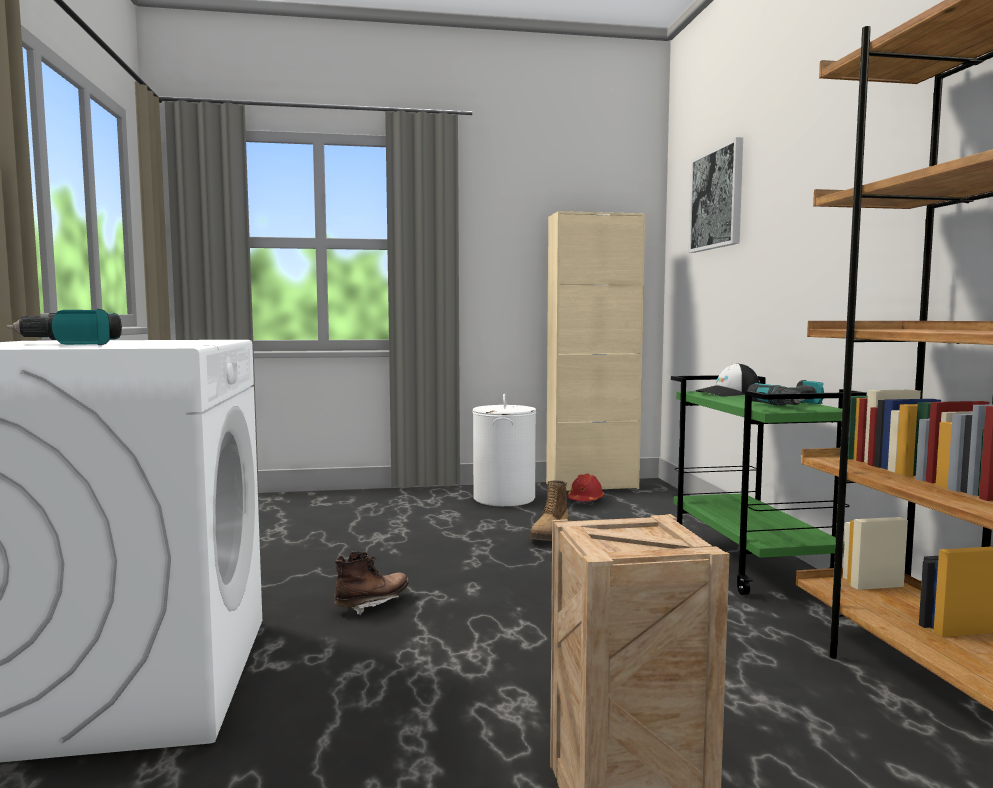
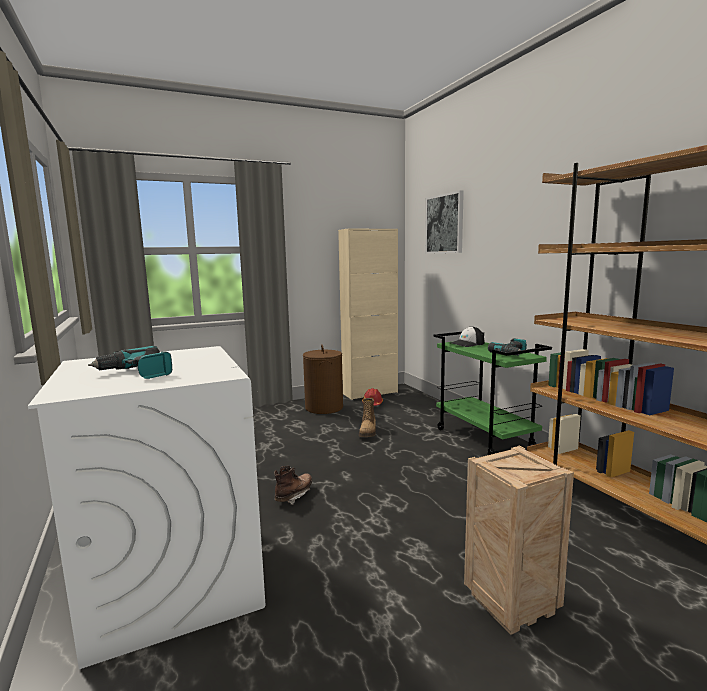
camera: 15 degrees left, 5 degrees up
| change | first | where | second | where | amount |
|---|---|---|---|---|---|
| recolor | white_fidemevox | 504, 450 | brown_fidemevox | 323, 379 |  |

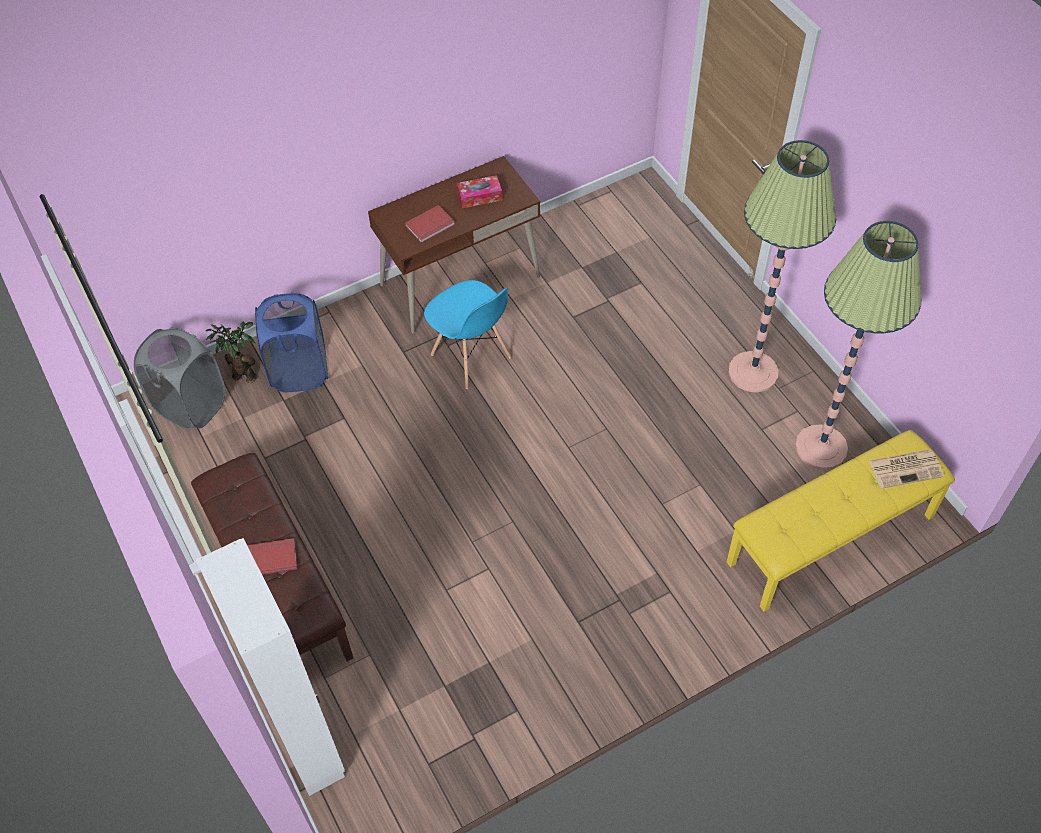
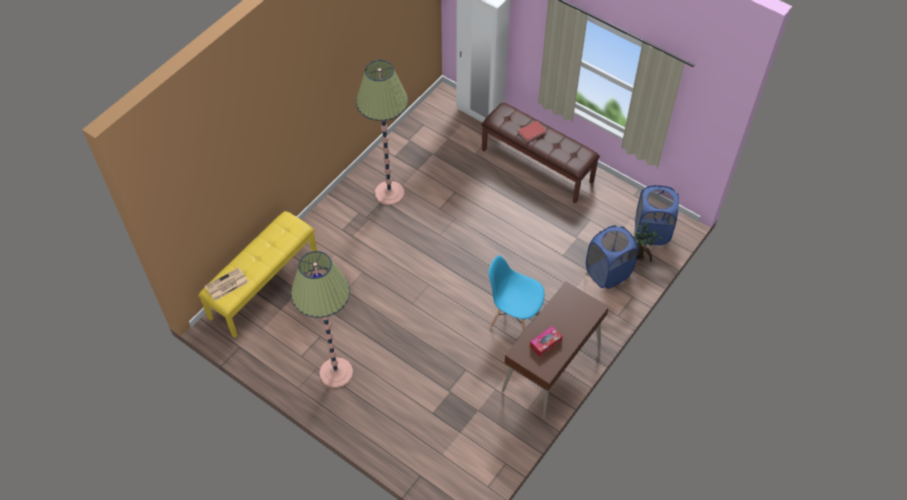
camera: 155 degrees right, 0 degrees up
| change | first | where | second | where | amount |
|---|---|---|---|---|---|
| delete | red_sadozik | 430, 224 |  |  |  |
| move | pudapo | 858, 345 |  | 382, 132 |  |
| recolor | grey_fidemevox | 179, 378 | blue_fidemevox | 657, 215 |  |

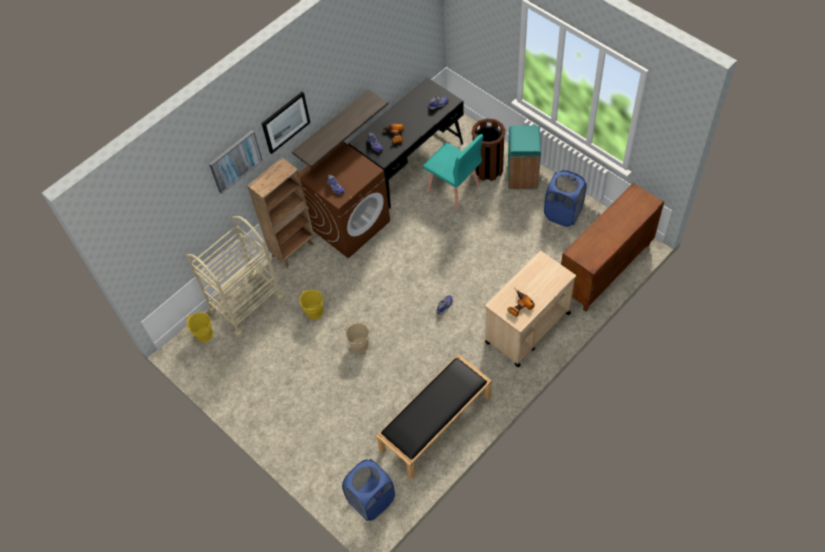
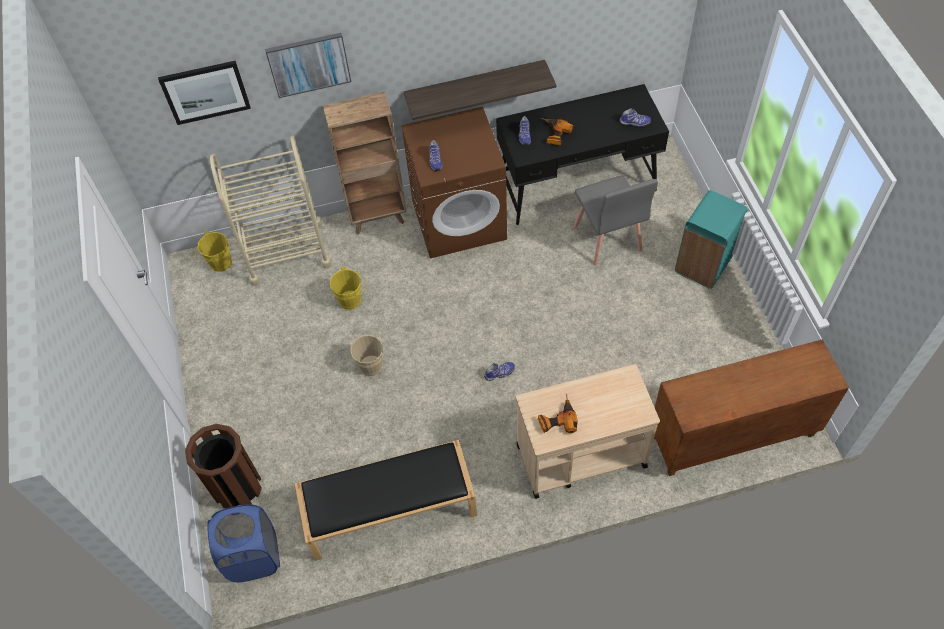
camera: 30 degrees right, 0 degrees up
| change | first | where | second | where | amount |
|---|---|---|---|---|---|
| delete | blue_fidemevox | 565, 198 |  |  |  |
| move | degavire | 285, 123 |  | 204, 93 |  |
| move | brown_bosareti | 488, 149 |  | 223, 466 |  |
| recolor | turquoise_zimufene | 453, 172 | grey_zimufene | 616, 221 |  |

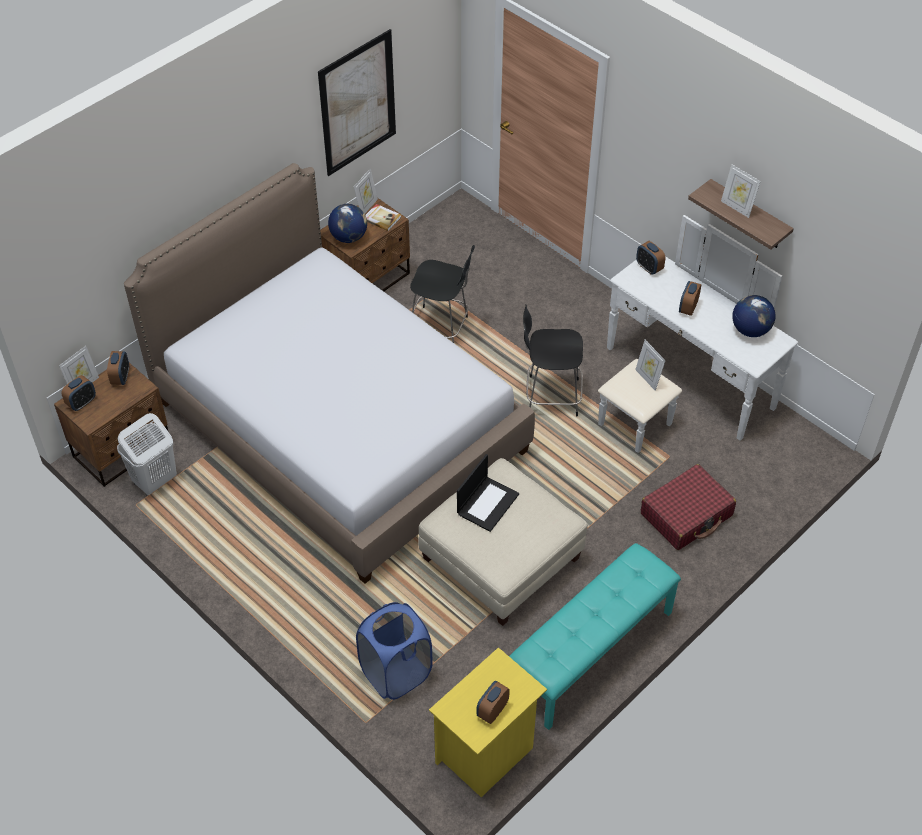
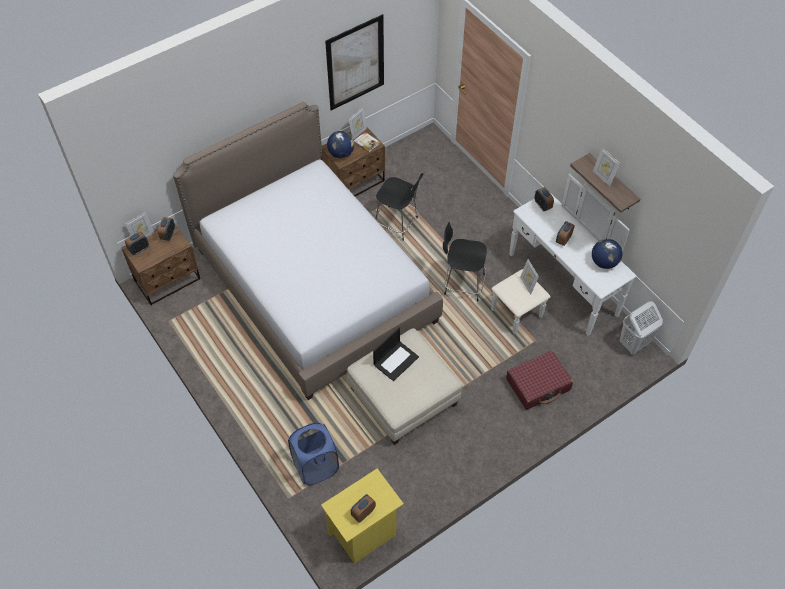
camera: 10 degrees right, 5 degrees up
| change | first | where | second | where | amount |
|---|---|---|---|---|---|
| delete | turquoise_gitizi | 595, 636 |  |  |  |
| move | white_fidemevox | 147, 454 |  | 641, 327 |  |

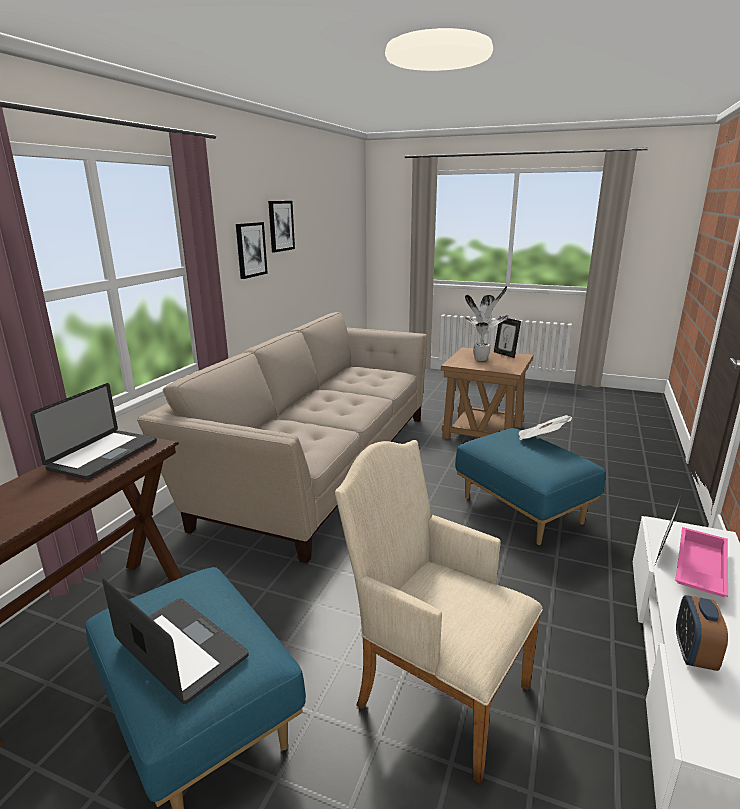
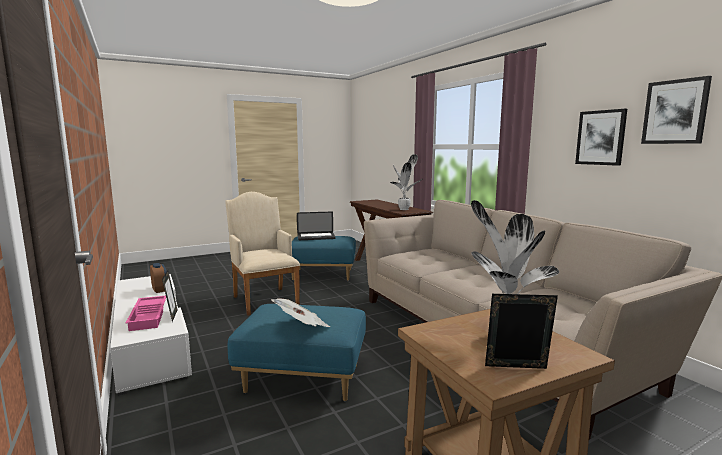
camera: 130 degrees right, 10 degrees down
| change | first | where | second | where | amount |
|---|---|---|---|---|---|
| replace | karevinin | 93, 431 | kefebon | 406, 182 |  |
| rotate | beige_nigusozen | 439, 612 |  | 262, 254 | 105 degrees counterclockwise |

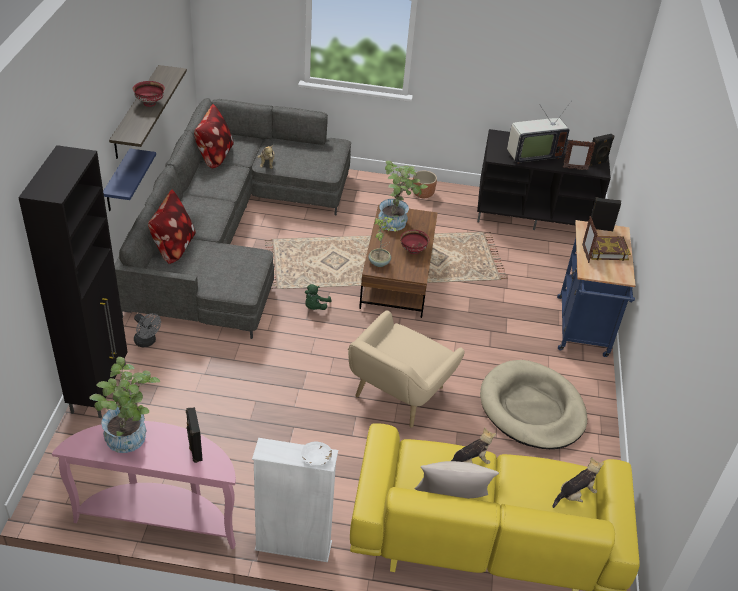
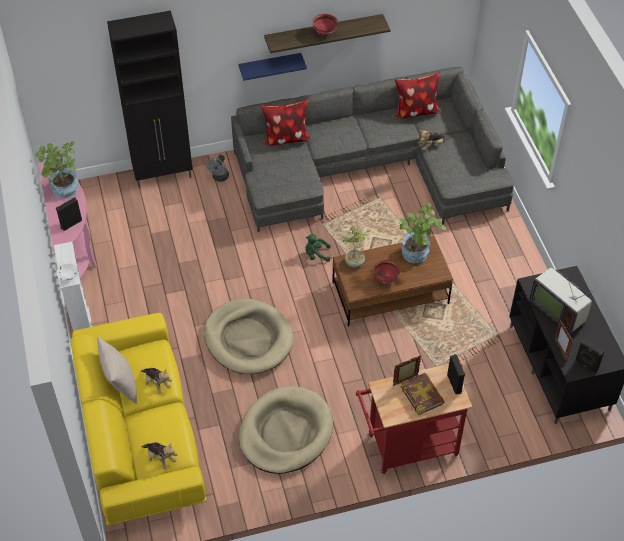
camera: 70 degrees right, 10 degrees up
| change | first | where | second | where | amount |
|---|---|---|---|---|---|
| delete | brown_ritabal | 425, 184 |  |  |  |
| replace | beige_nigusozen | 406, 369 | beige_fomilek | 249, 336 |  |
| recolor | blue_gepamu | 596, 288 | red_gepamu | 414, 419 |  |

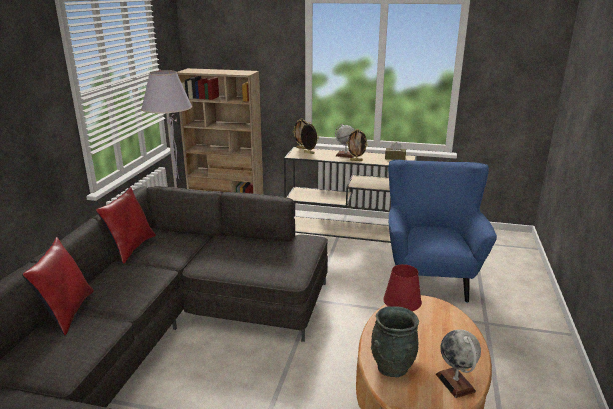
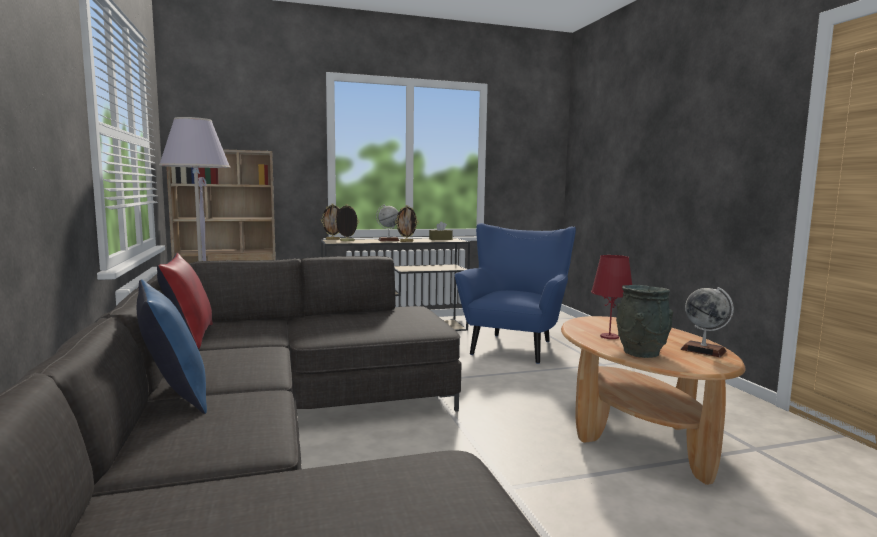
camera: 30 degrees left, 15 degrees down
| change | first | where | second | where | amount |
|---|---|---|---|---|---|
| recolor | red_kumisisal | 58, 286 | blue_kumisisal | 172, 346 |  |
| rotate | blue_nigusozen | 442, 231 |  | 515, 293 | 45 degrees clockwise |

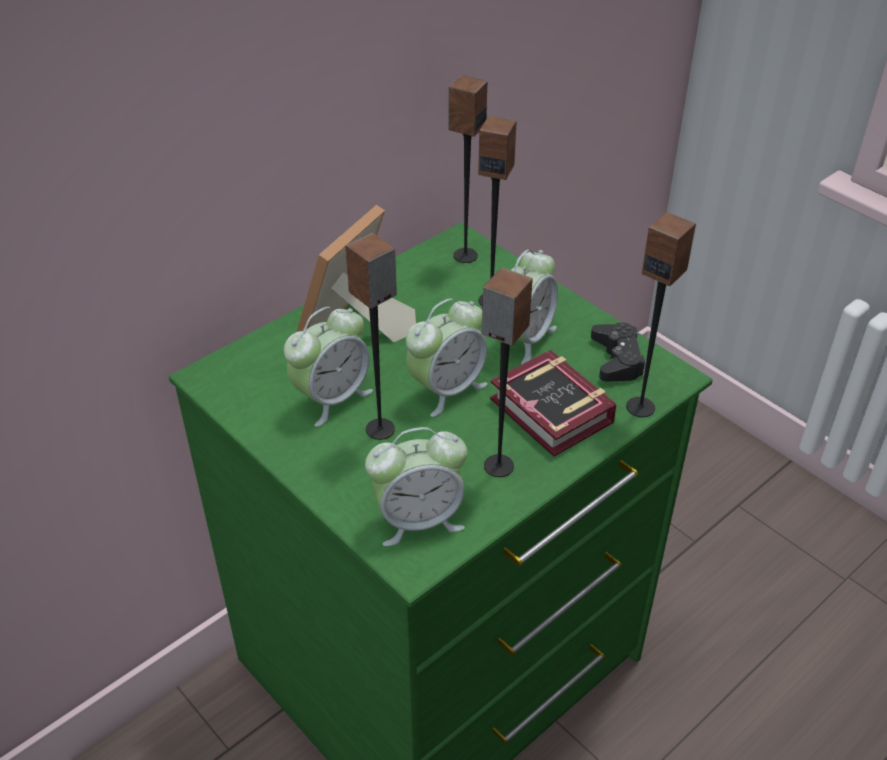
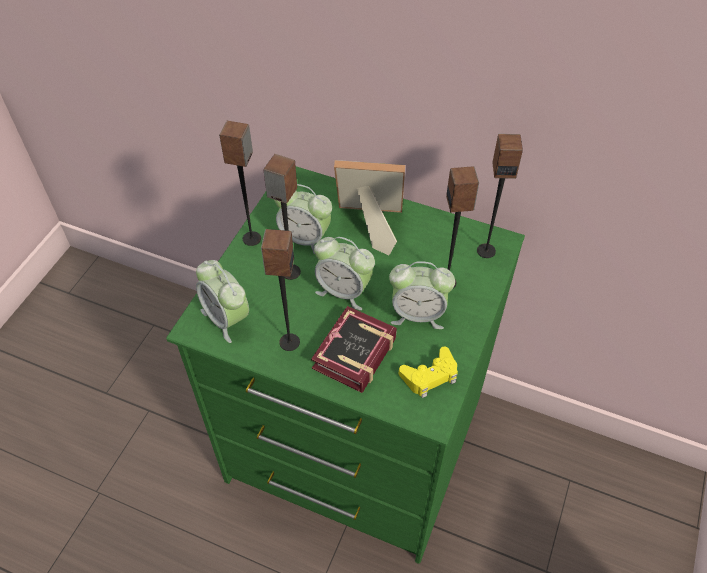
camera: 65 degrees right, 10 degrees up
| change | first | where | second | where | amount |
|---|---|---|---|---|---|
| move | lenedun | 661, 314 |  | 240, 183 |  |
| recolor | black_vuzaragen | 618, 351 | yellow_vuzaragen | 428, 372 |  |

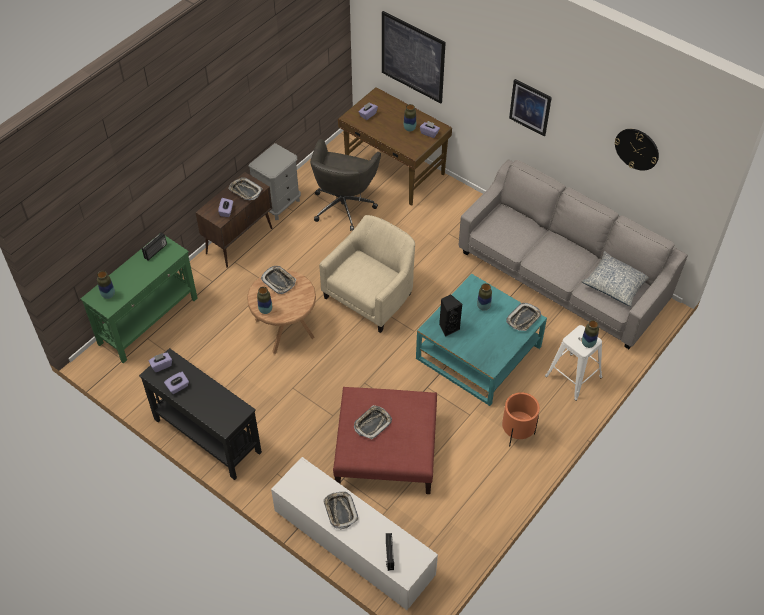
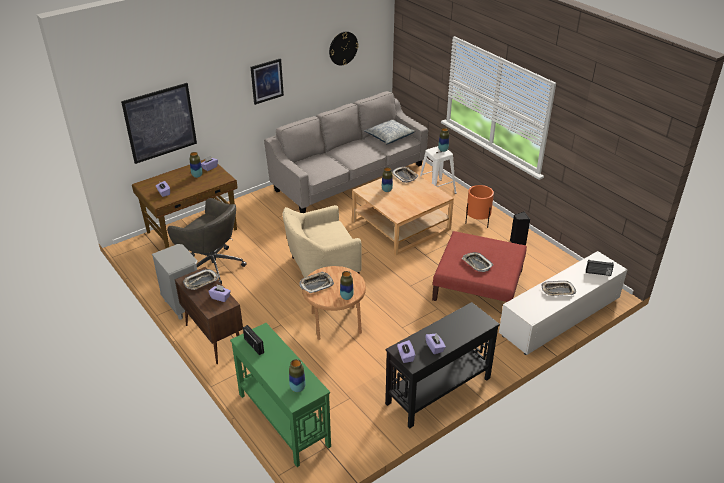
camera: 75 degrees left, 15 degrees down
| change | first | where | second | where | amount |
|---|---|---|---|---|---|
| move | black_lenedun | 450, 315 |  | 520, 228 |  |
| recolor | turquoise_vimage | 481, 340 | beige_vimage | 403, 213 |  |
| rotate | beige_nigusozen | 367, 274 |  | 321, 241 | 75 degrees counterclockwise |

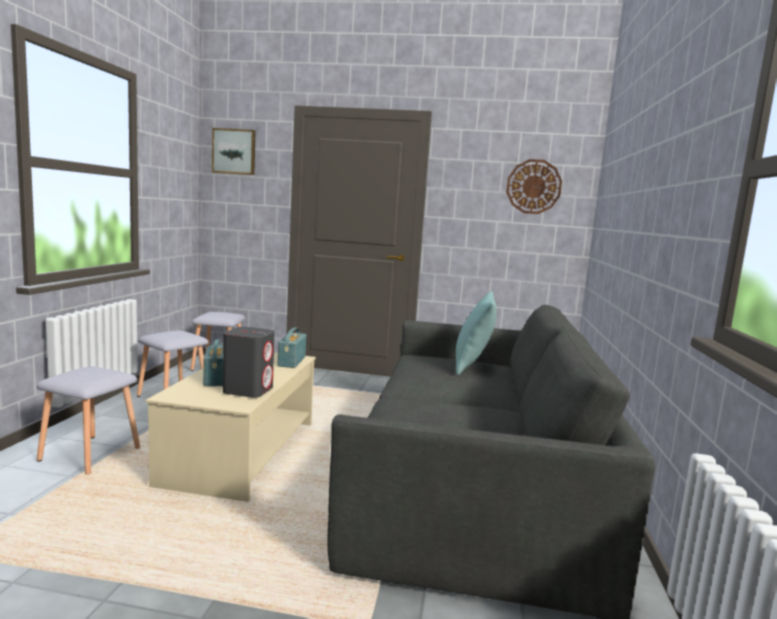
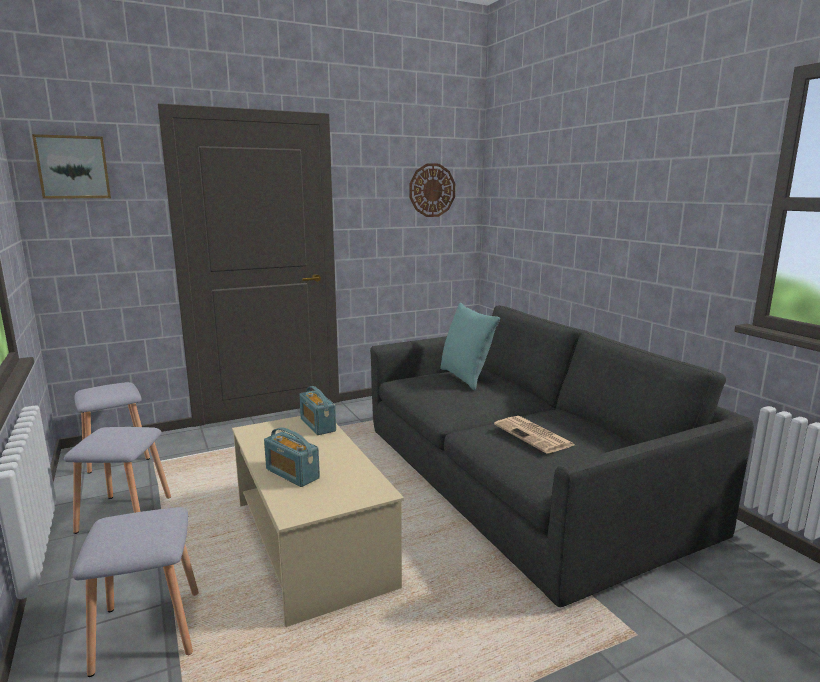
camera: 35 degrees left, 5 degrees up
| change | first | where | second | where | amount |
|---|---|---|---|---|---|
| delete | grey_lenedun | 249, 362 |  |  |  |
| insert |  |  | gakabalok | 534, 435 |  |

